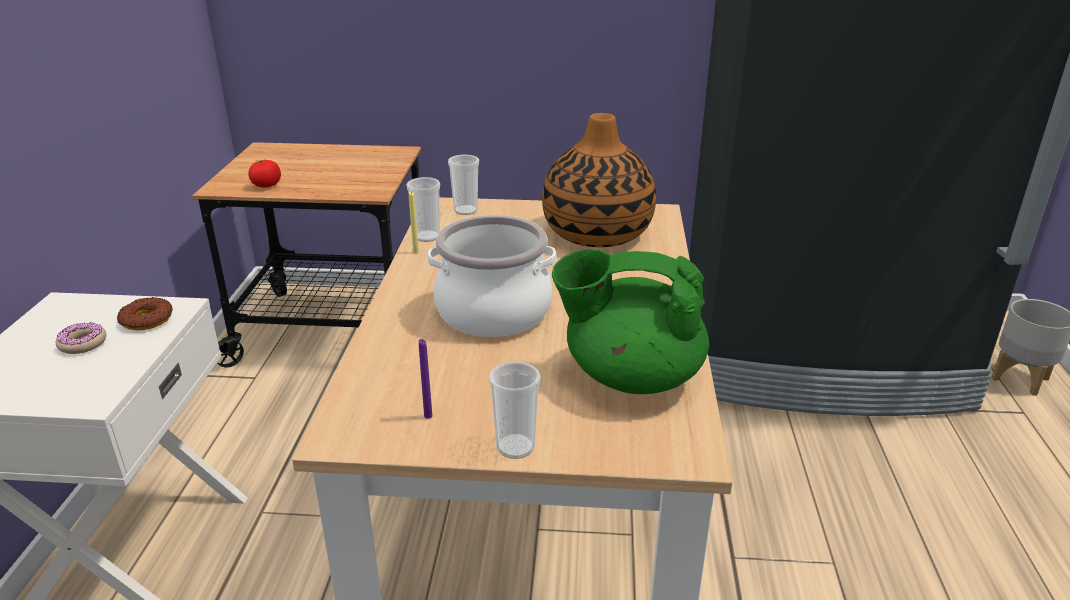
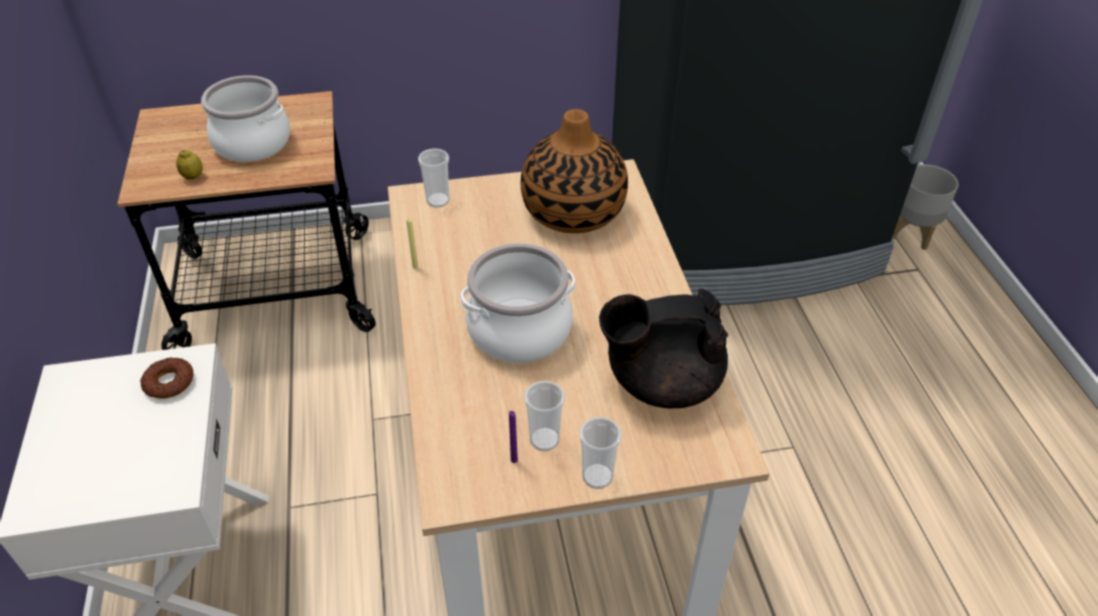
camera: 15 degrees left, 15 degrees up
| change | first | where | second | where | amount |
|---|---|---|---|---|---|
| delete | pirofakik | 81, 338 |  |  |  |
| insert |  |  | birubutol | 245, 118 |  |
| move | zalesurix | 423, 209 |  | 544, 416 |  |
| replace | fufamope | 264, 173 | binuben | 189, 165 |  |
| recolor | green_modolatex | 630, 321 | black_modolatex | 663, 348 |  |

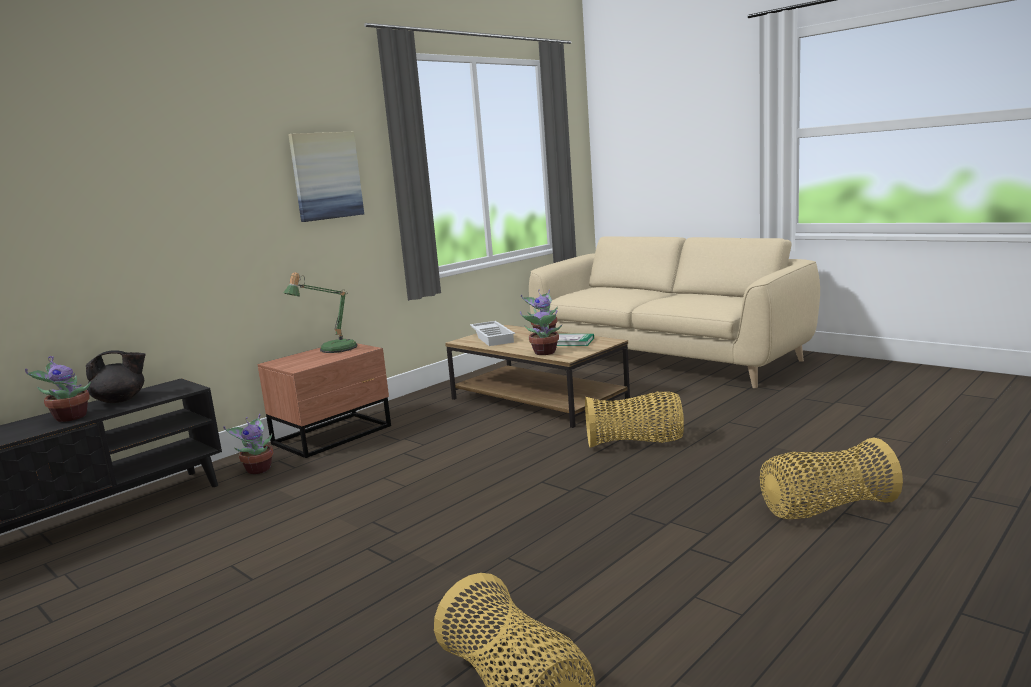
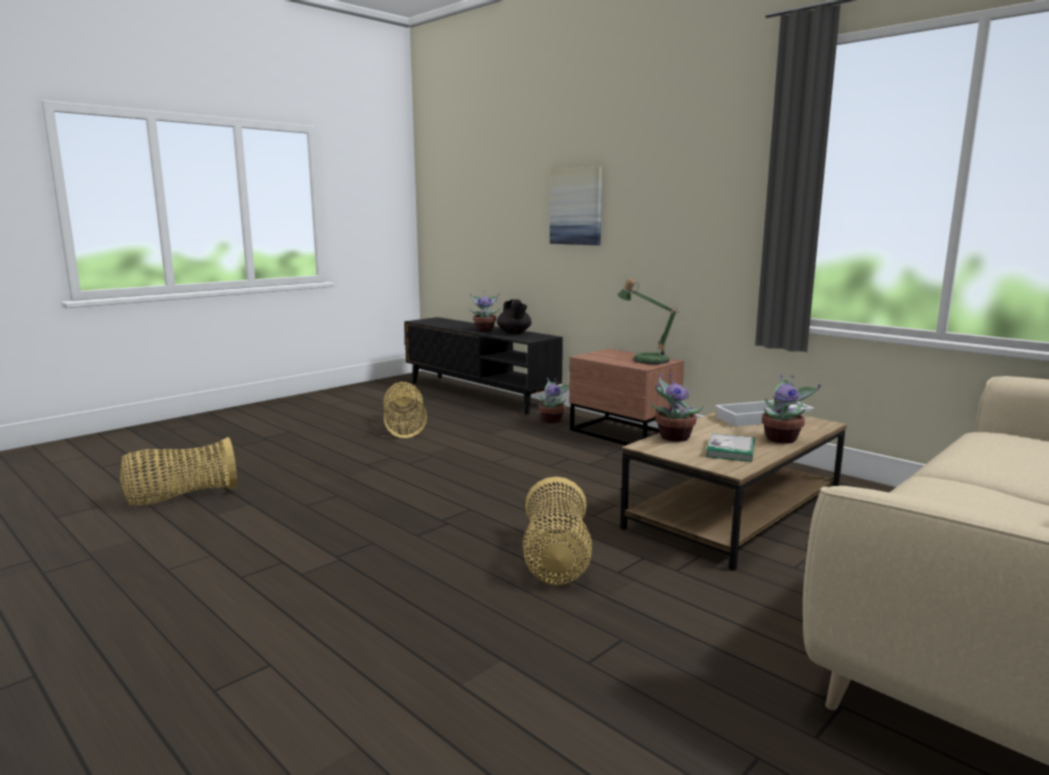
camera: 90 degrees right, 0 degrees up
| change | first | where | second | where | amount |
|---|---|---|---|---|---|
| move | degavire | 326, 177 |  | 576, 205 |  |
| move | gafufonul | 831, 478 |  | 405, 410 |  |

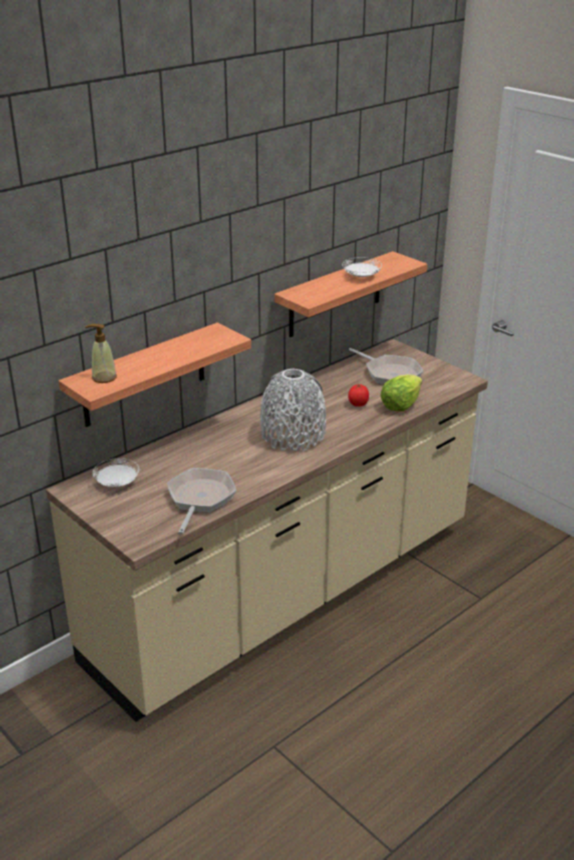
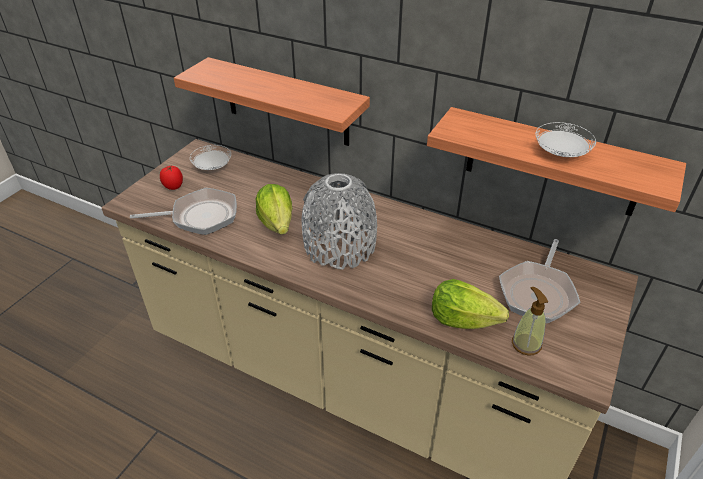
camera: 70 degrees right, 10 degrees up
| change | first | where | second | where | amount |
|---|---|---|---|---|---|
| insert |  |  | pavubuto | 273, 209 |  |
| move | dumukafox | 101, 353 |  | 530, 321 |  |
| move | fufamope | 358, 395 |  | 171, 178 |  |

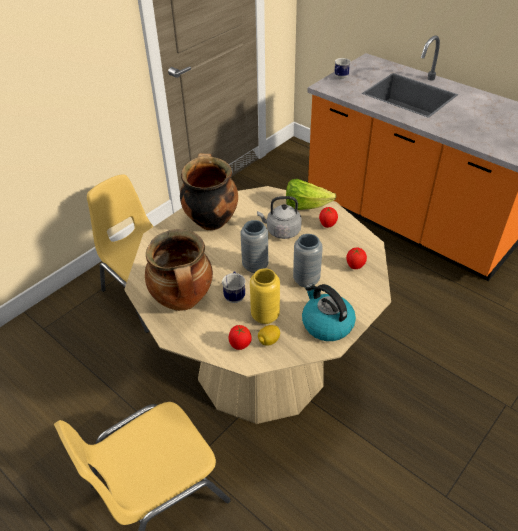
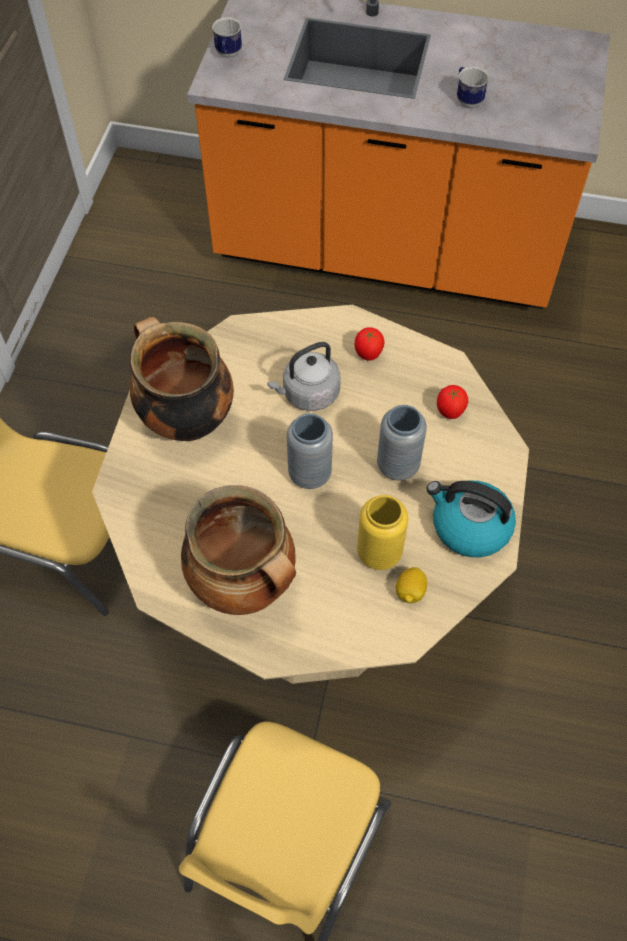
camera: 30 degrees left, 15 degrees up
| change | first | where | second | where | amount |
|---|---|---|---|---|---|
| delete | fufamope | 240, 337 |  |  |  |
| delete | pavubuto | 311, 194 |  |  |  |
| move | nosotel | 233, 287 |  | 473, 87 |  |

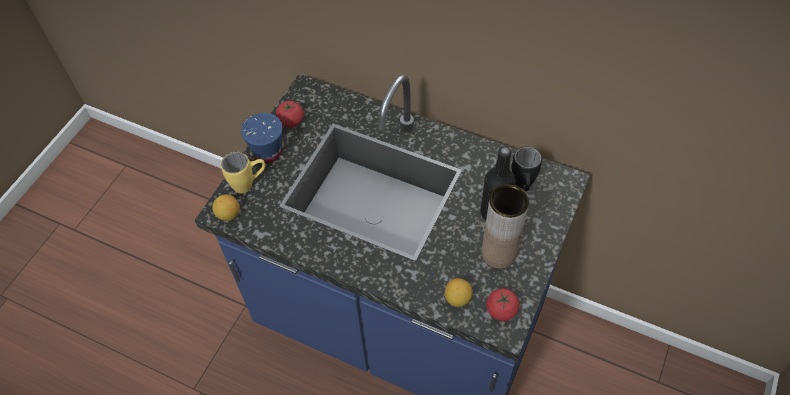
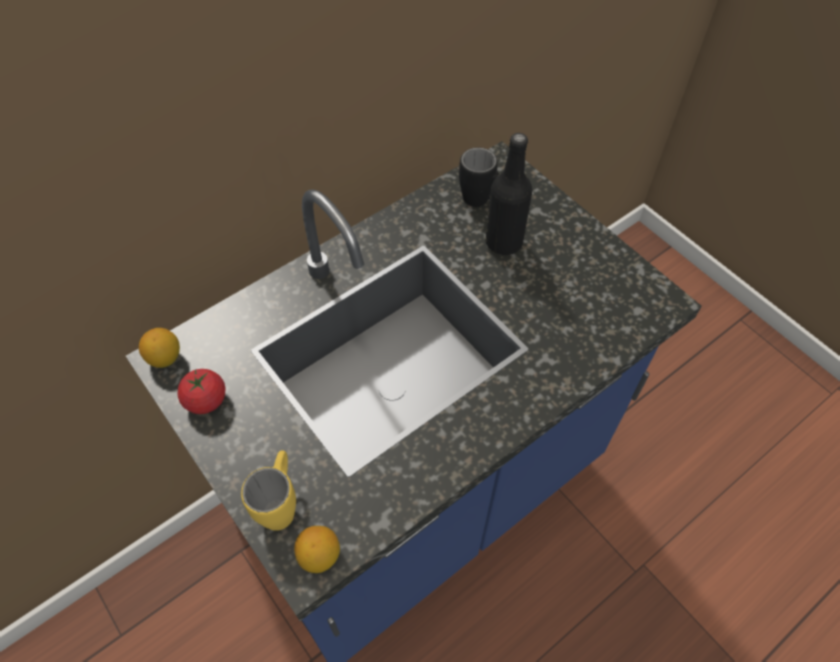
camera: 65 degrees left, 0 degrees up
| change | first | where | second | where | amount |
|---|---|---|---|---|---|
| delete | blue_zalesurix | 262, 138 |  |  |  |
| delete | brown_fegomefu | 505, 227 |  |  |  |
| delete | fufamope | 503, 304 |  |  |  |
| move | binuben | 459, 292 |  | 159, 348 |  |

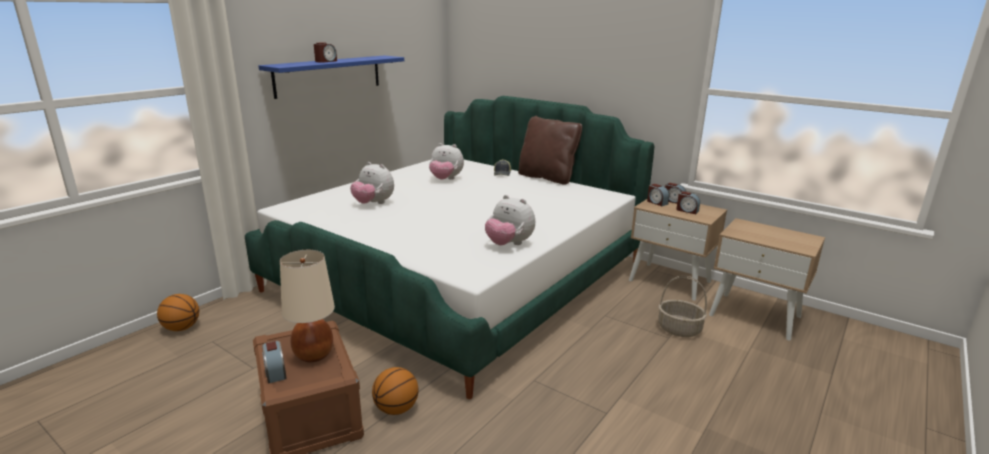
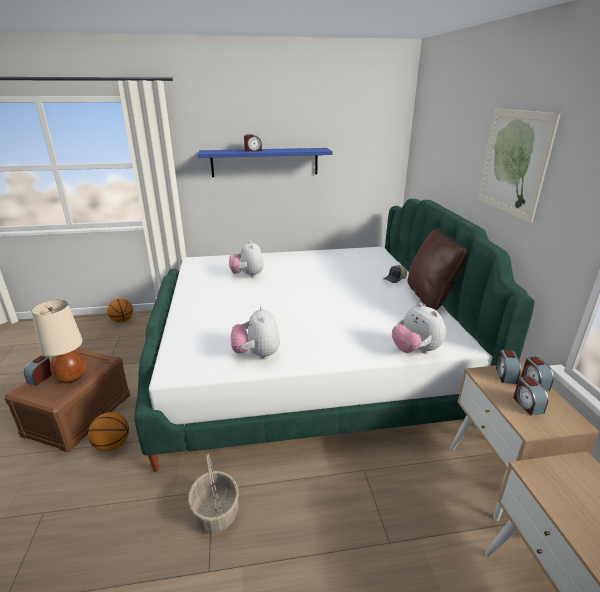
camera: 45 degrees right, 5 degrees up
| change | first | where | second | where | amount |
|---|---|---|---|---|---|
| insert |  |  | degavire | 519, 166 |  |
| move | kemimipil | 446, 161 |  | 419, 328 |  |
| move | gafufonul | 682, 306 |  | 213, 493 |  |

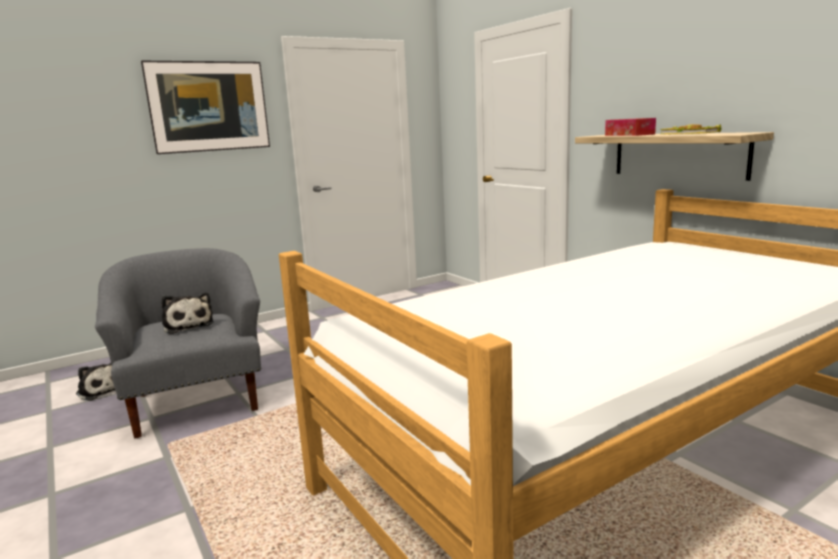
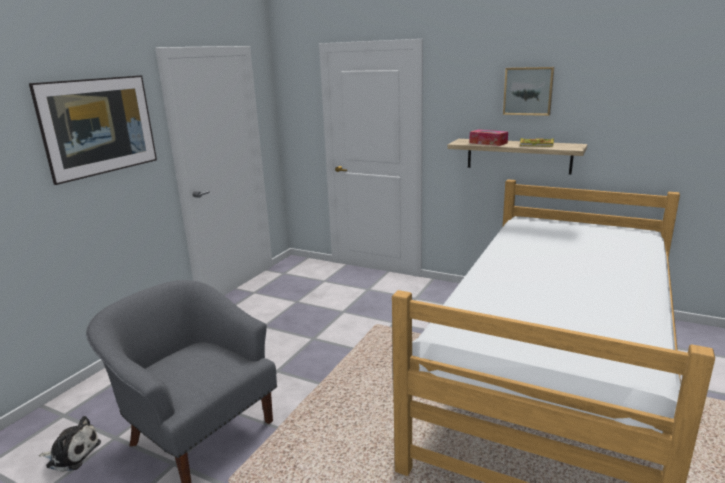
camera: 30 degrees left, 5 degrees up
| change | first | where | second | where | amount |
|---|---|---|---|---|---|
| delete | kemimipil | 187, 313 |  |  |  |
| insert |  |  | degavire | 528, 91 |  |

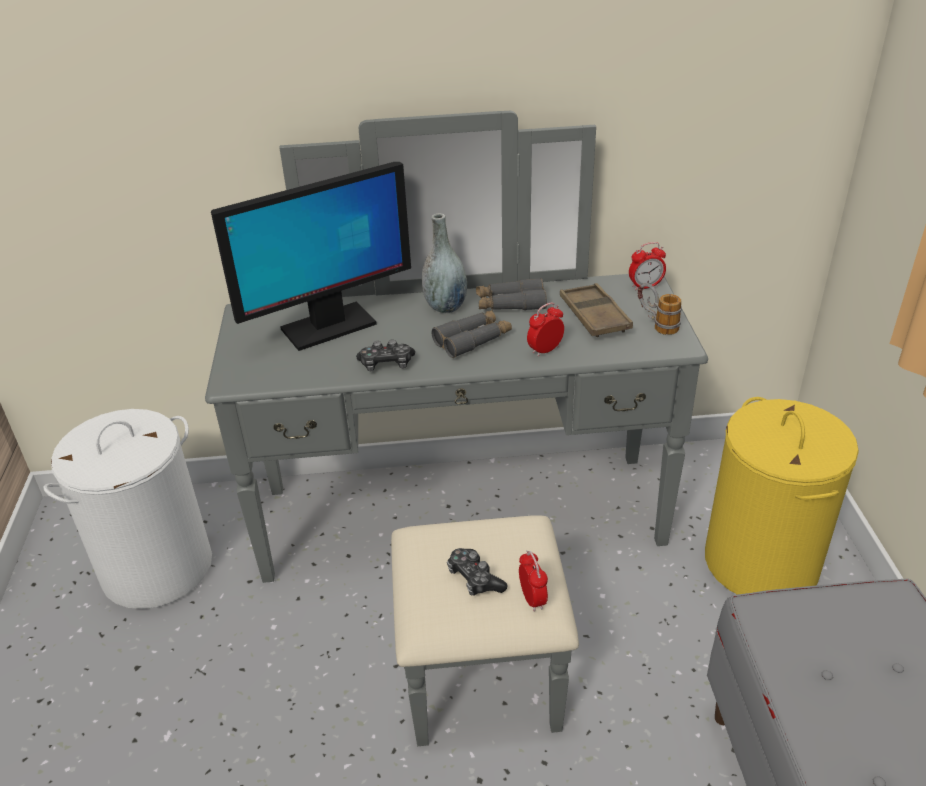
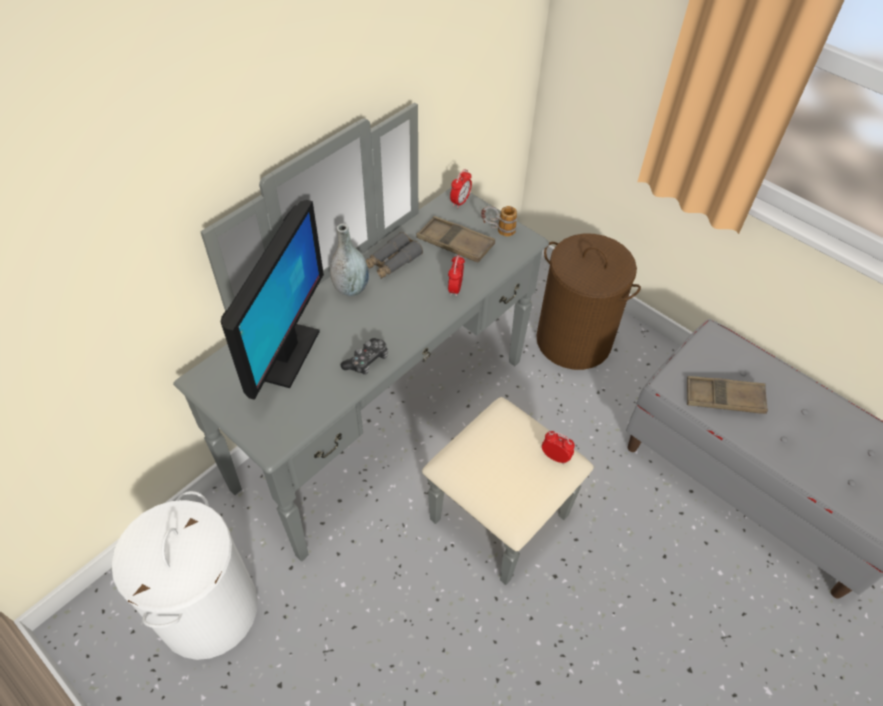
camera: 45 degrees left, 15 degrees up
| change | first | where | second | where | amount |
|---|---|---|---|---|---|
| delete | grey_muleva | 472, 334 |  |  |  |
| delete | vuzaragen | 477, 572 |  |  |  |
| insert |  |  | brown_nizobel | 727, 395 |  |
| recolor | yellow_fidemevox | 782, 496 | brown_fidemevox | 588, 302 |  |

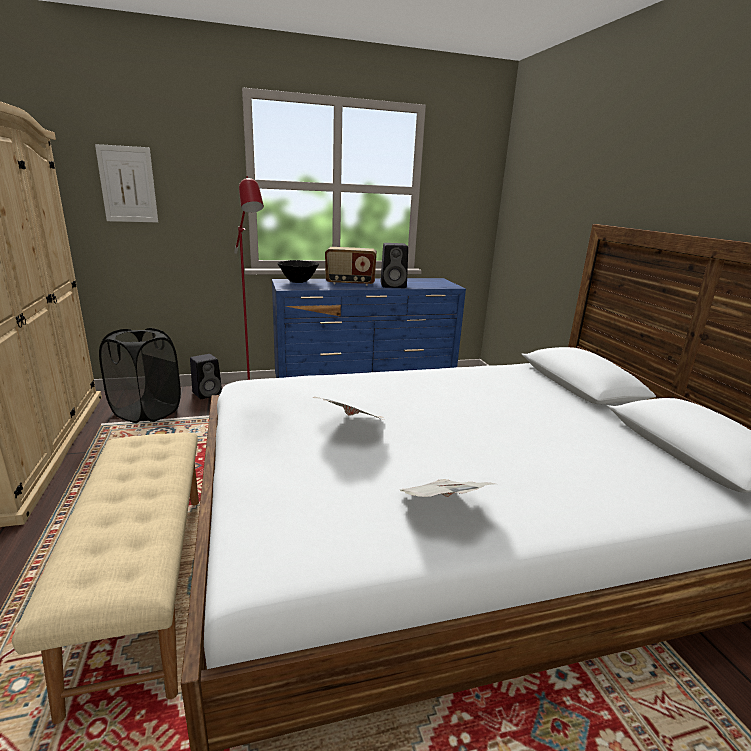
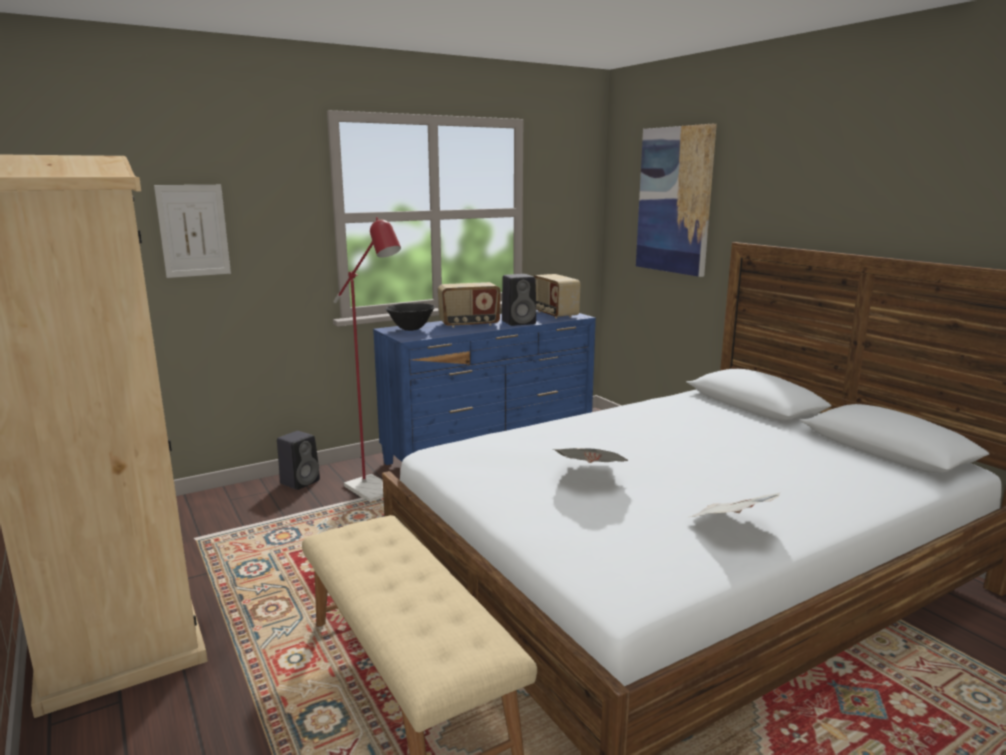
camera: 15 degrees left, 5 degrees down
| change | first | where | second | where | amount |
|---|---|---|---|---|---|
| delete | black_fidemevox | 140, 375 |  |  |  |
| insert |  |  | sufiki | 557, 296 |  |
| insert |  |  | degavire | 676, 200 |  |

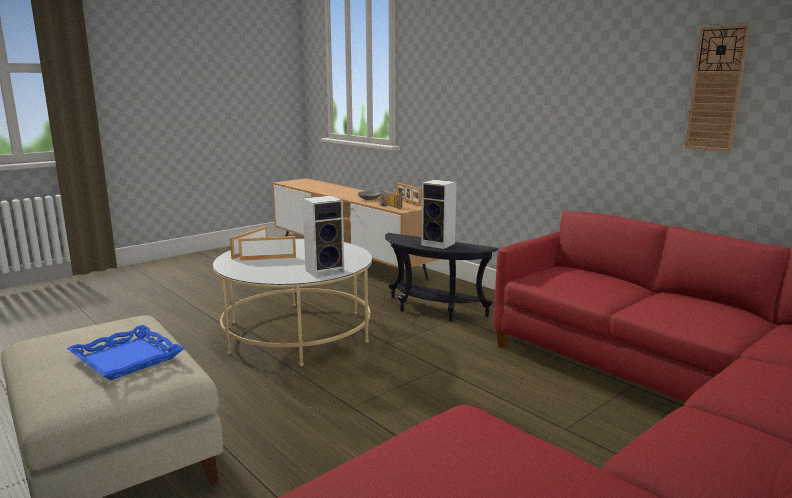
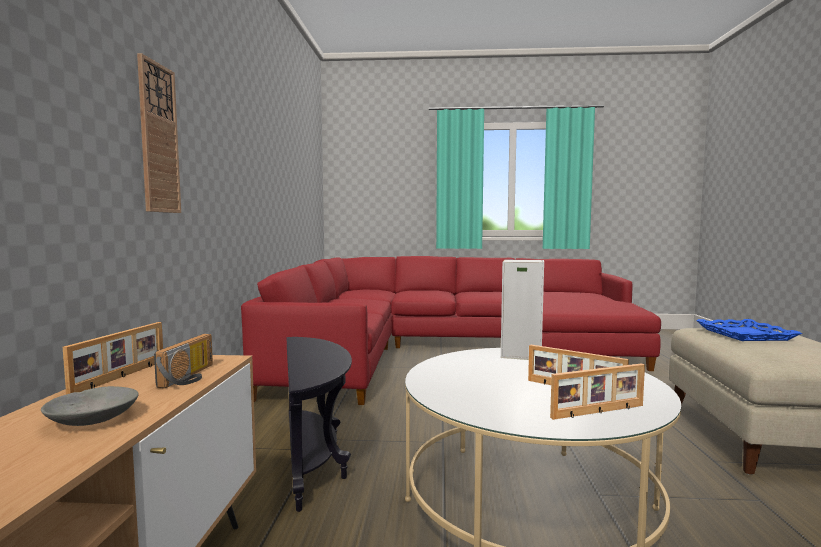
camera: 135 degrees left, 10 degrees down
| change | first | where | second | where | amount |
|---|---|---|---|---|---|
| delete | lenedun | 439, 214 |  |  |  |
| move | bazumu | 717, 88 |  | 159, 133 |  |

